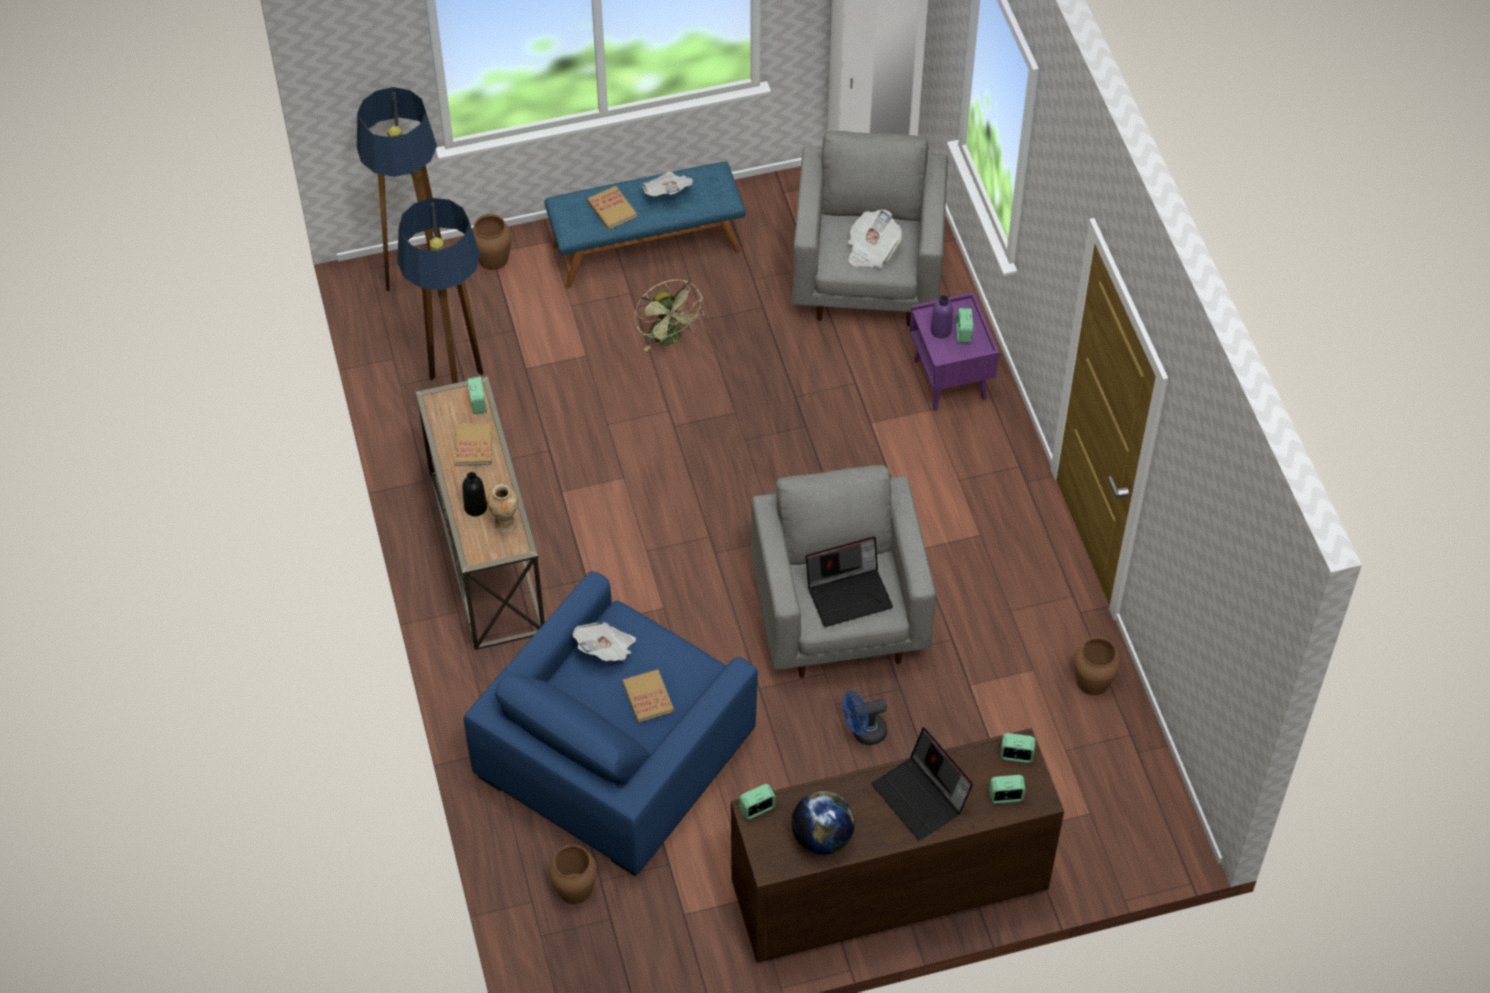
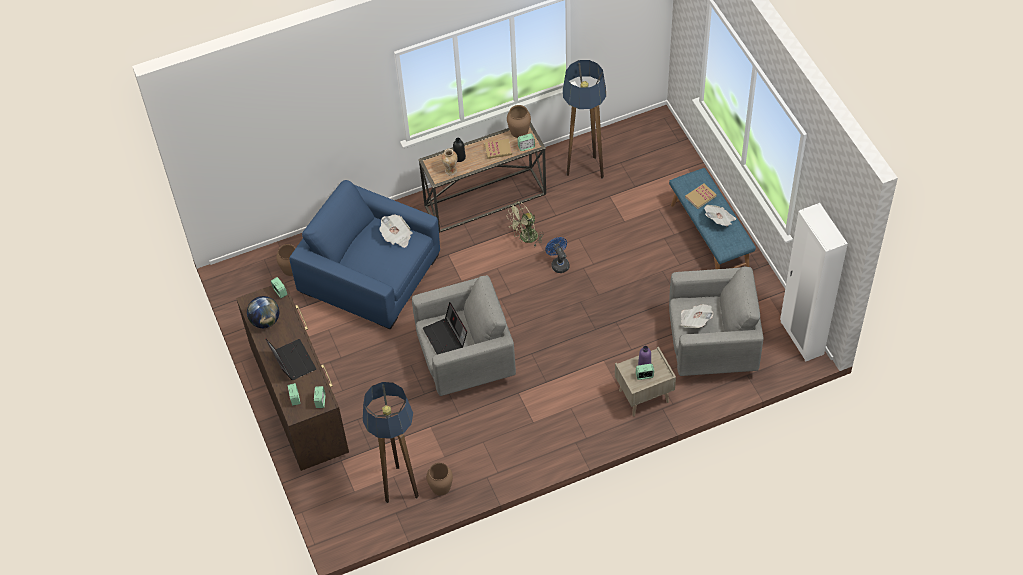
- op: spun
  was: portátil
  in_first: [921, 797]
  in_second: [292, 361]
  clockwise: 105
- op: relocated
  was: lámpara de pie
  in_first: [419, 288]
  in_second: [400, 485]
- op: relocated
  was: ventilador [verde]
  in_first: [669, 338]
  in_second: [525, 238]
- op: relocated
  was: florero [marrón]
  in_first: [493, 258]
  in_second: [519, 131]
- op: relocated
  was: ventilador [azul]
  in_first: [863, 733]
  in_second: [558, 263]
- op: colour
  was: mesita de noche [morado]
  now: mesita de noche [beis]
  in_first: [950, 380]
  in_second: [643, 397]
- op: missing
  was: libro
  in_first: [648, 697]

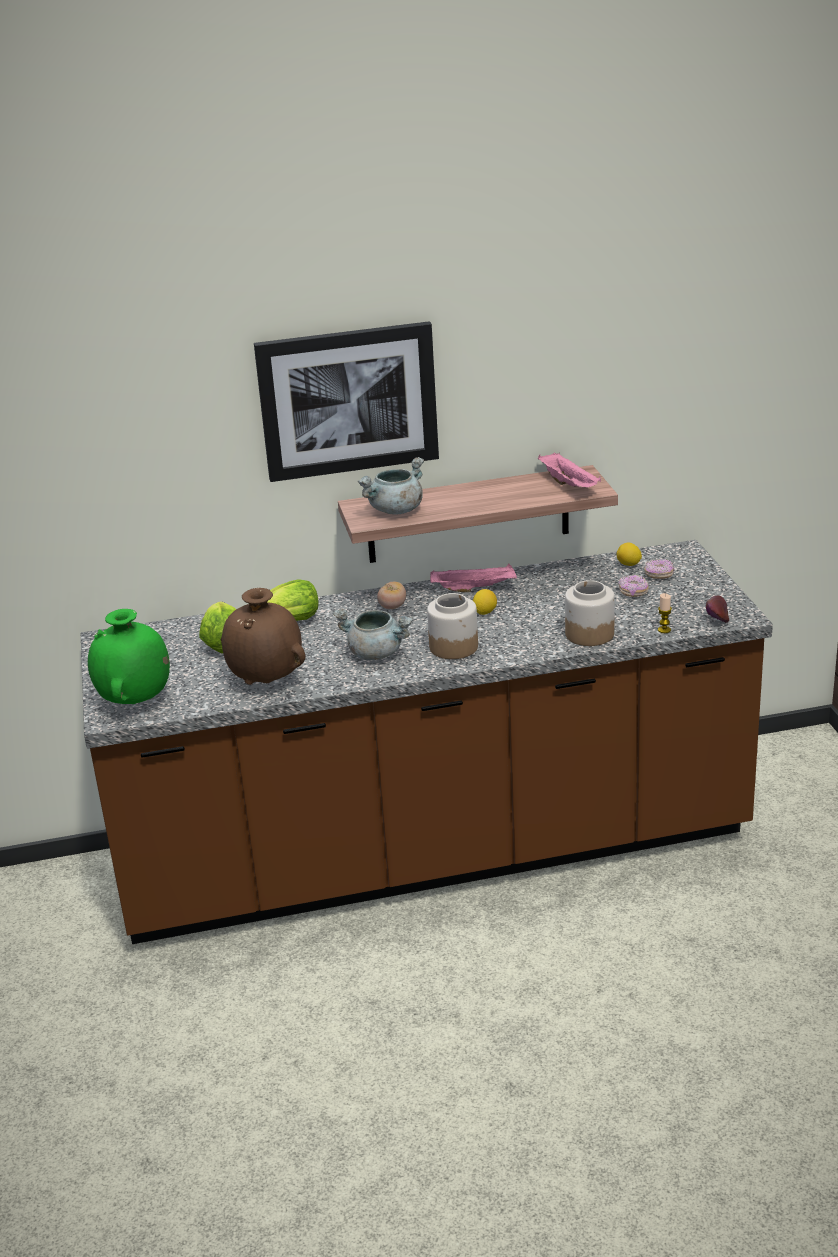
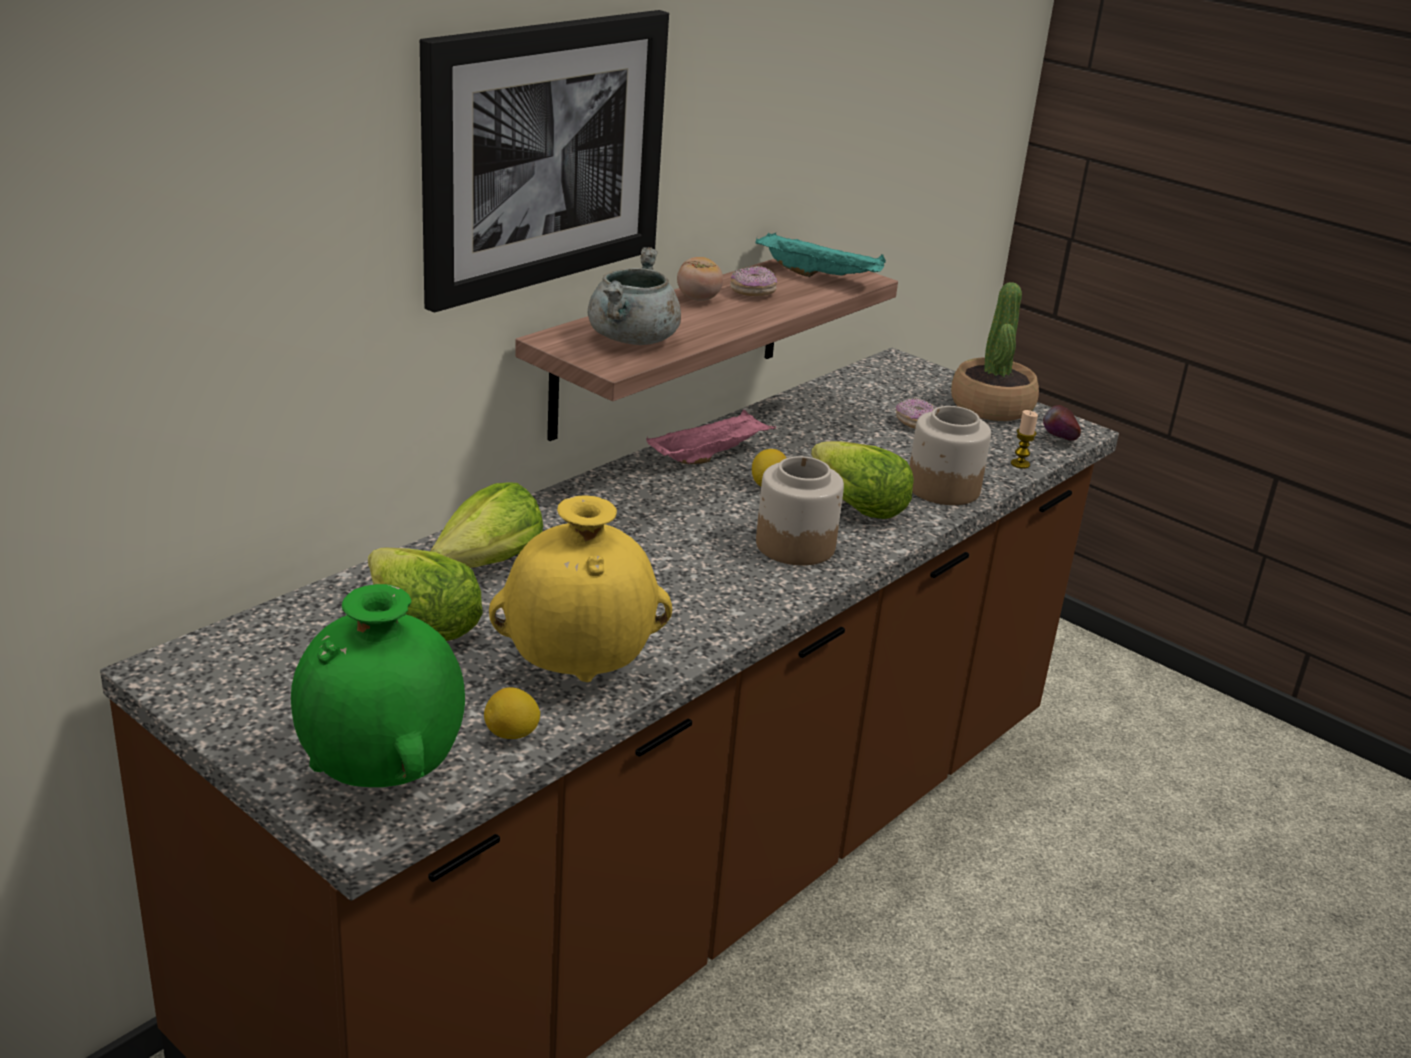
- op: relocated
  was: limón
  in_first: [629, 565]
  in_second: [512, 735]
- op: colour
  was: florero [marrón]
  now: florero [amarillo]
  in_first: [267, 681]
  in_second: [580, 669]
- op: relocated
  was: tomate
  in_first: [392, 607]
  in_second: [698, 299]
- op: relocated
  was: rosquilla
  in_first: [659, 575]
  in_second: [752, 293]
- op: colour
  was: bandeja [rosa]
  now: bandeja [turquesa]
  in_first: [569, 485]
  in_second: [820, 276]
- op: appeared
  now: lechuga
  in_second: [856, 505]
- op: appeared
  now: planta en maceta
  in_second: [992, 406]
- op: missing
  was: olla [gris]
  in_first: [376, 653]

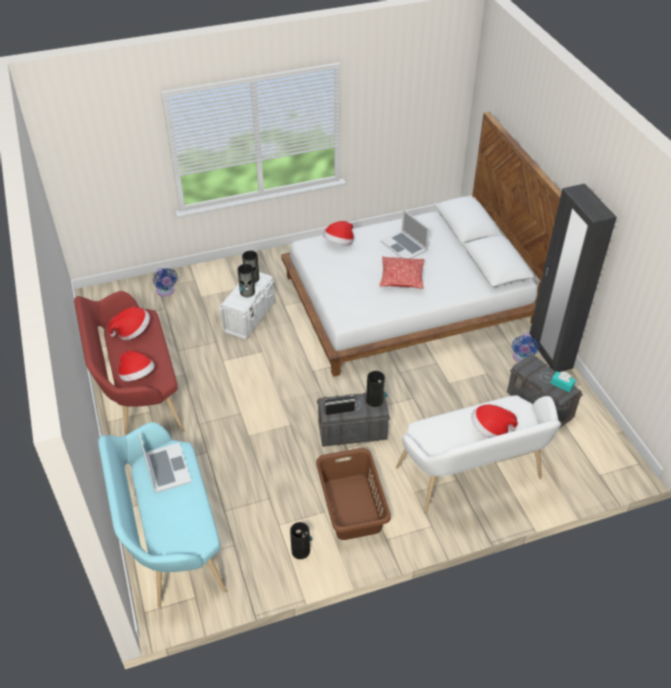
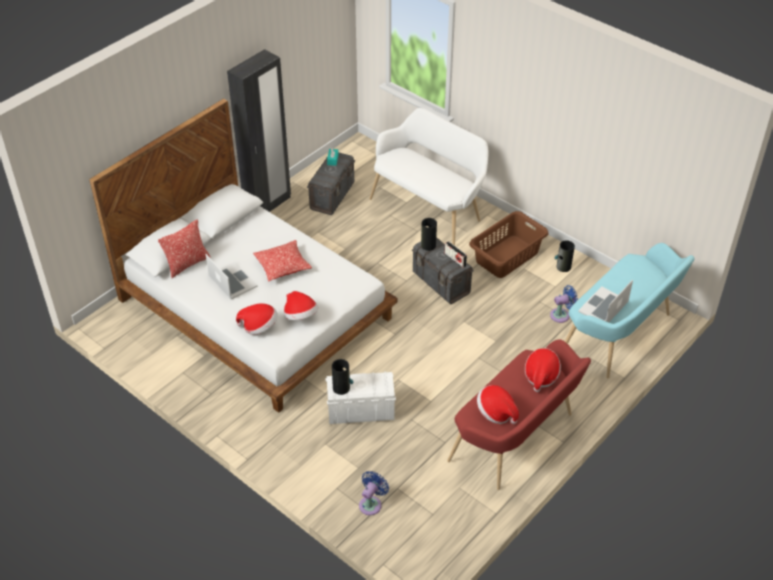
- op: appeared
  now: cojín
  in_second: [187, 264]
- op: spun
  was: portátil
  in_first: [404, 245]
  in_second: [232, 281]
  clockwise: -60
- op: relocated
  was: sombrero
  in_first: [490, 430]
  in_second: [301, 316]
- op: relocated
  was: ventilador [azul]
  in_first: [522, 358]
  in_second: [562, 315]
- op: missing
  was: florero
  in_first: [247, 292]

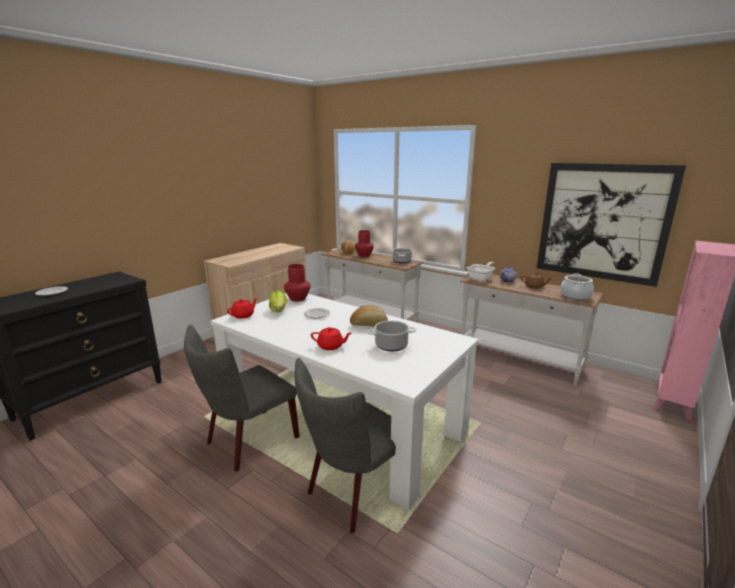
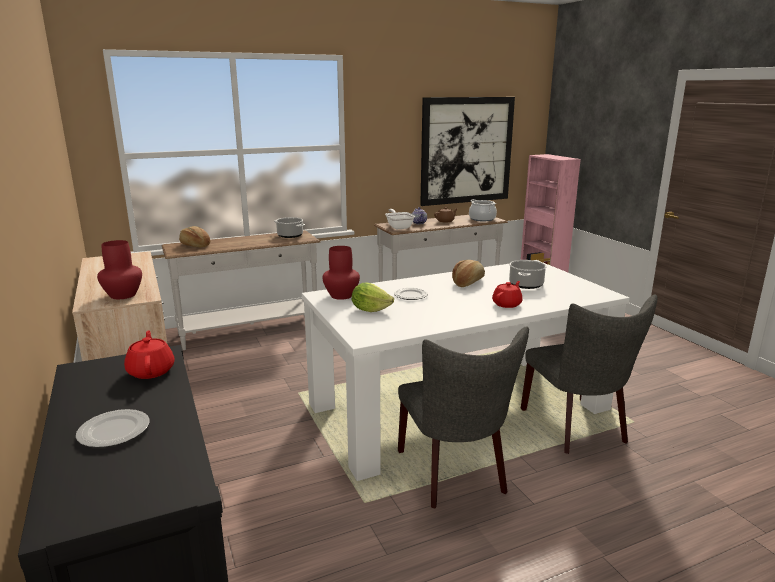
- op: relocated
  was: florero [rojo]
  in_first: [364, 255]
  in_second: [123, 295]
- op: relocated
  was: tetera [rojo]
  in_first: [243, 315]
  in_second: [151, 371]

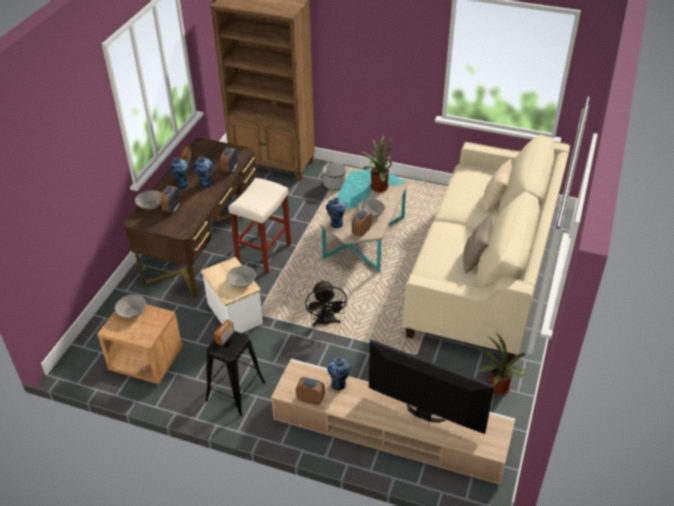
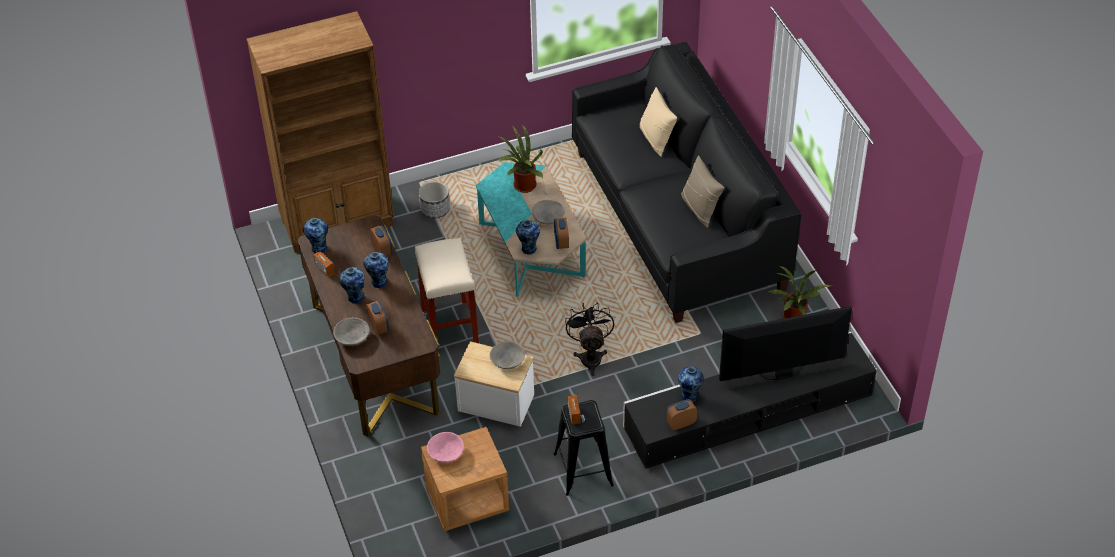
- op: appeared
  now: florero
  in_second: [318, 248]
- op: colour
  was: cuenco [gris]
  now: cuenco [rosa]
  in_first: [132, 311]
  in_second: [445, 453]
- op: spun
  was: ventilador [negro]
  in_first: [326, 322]
  in_second: [590, 356]
  clockwise: -135
- op: colour
  was: sofá [beis]
  now: sofá [negro]
  in_first: [483, 272]
  in_second: [677, 219]
- op: colour
  was: mueble de televisión [beis]
  now: mueble de televisión [negro]
  in_first: [389, 431]
  in_second: [747, 412]

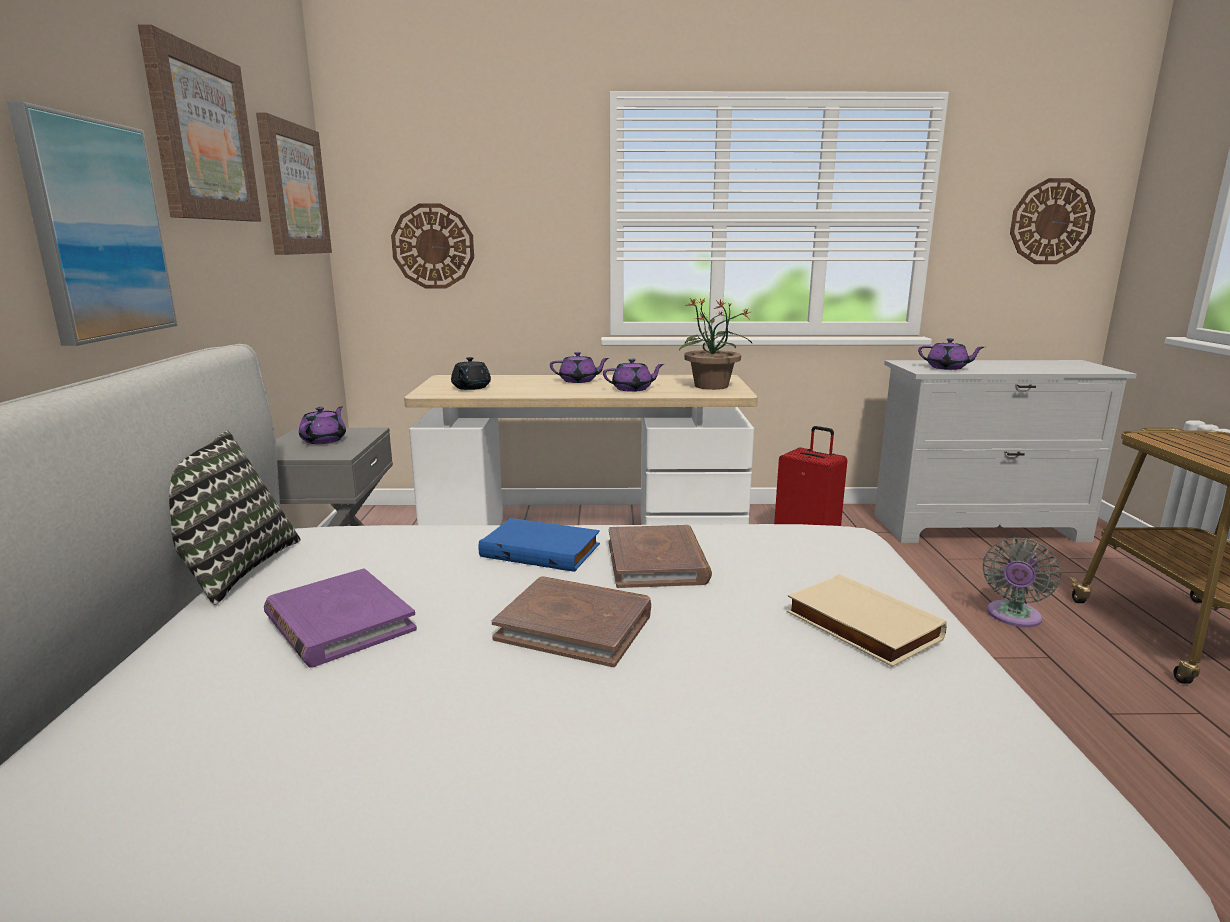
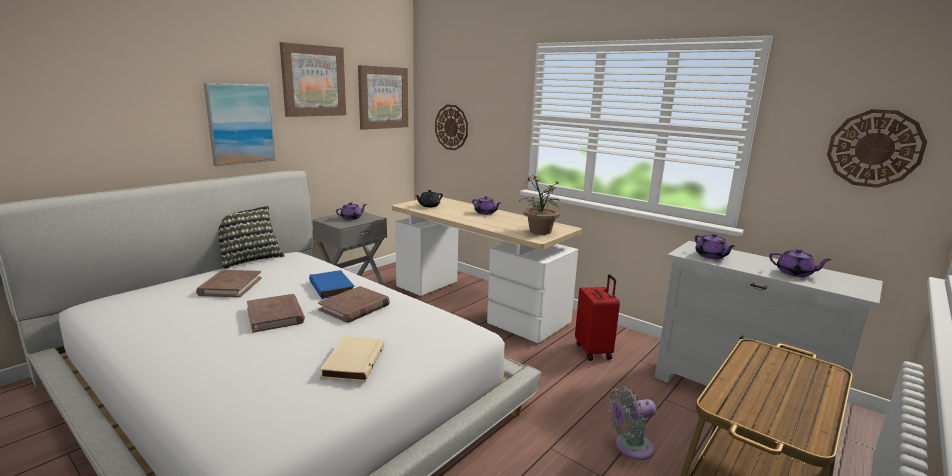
- op: colour
  was: libro [morado]
  now: libro [marrón]
  in_first: [339, 623]
  in_second: [230, 286]
- op: relocated
  was: tetera [morado]
  in_first: [633, 389]
  in_second: [795, 273]

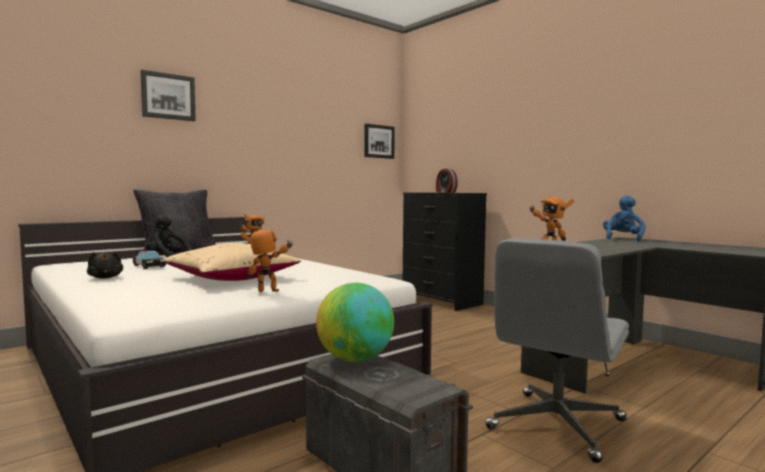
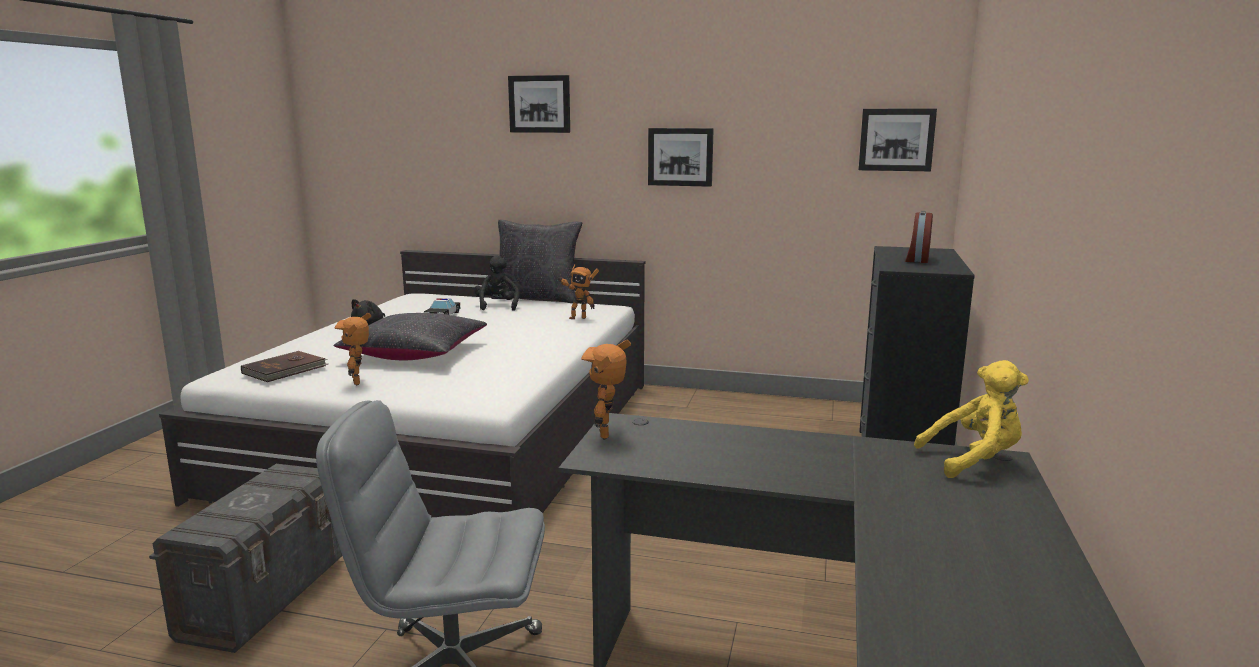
- op: appeared
  now: libro [marrón]
  in_second: [285, 370]
- op: spun
  was: robot de juguete
  in_first: [268, 292]
  in_second: [360, 382]
  clockwise: -150
- op: colour
  was: cojín [beis]
  now: cojín [negro]
  in_first: [232, 278]
  in_second: [415, 353]
- op: appeared
  now: cuadro
  in_second: [680, 157]
- op: colour
  was: peluche [azul]
  now: peluche [amarillo]
  in_first: [623, 239]
  in_second: [974, 461]
- op: missing
  was: globo terráqueo
  in_first: [355, 359]

